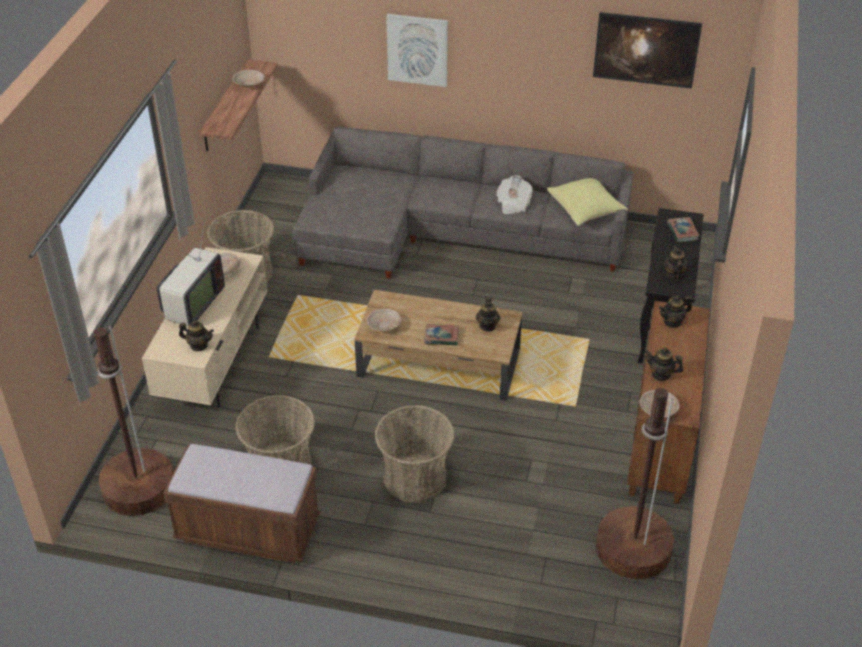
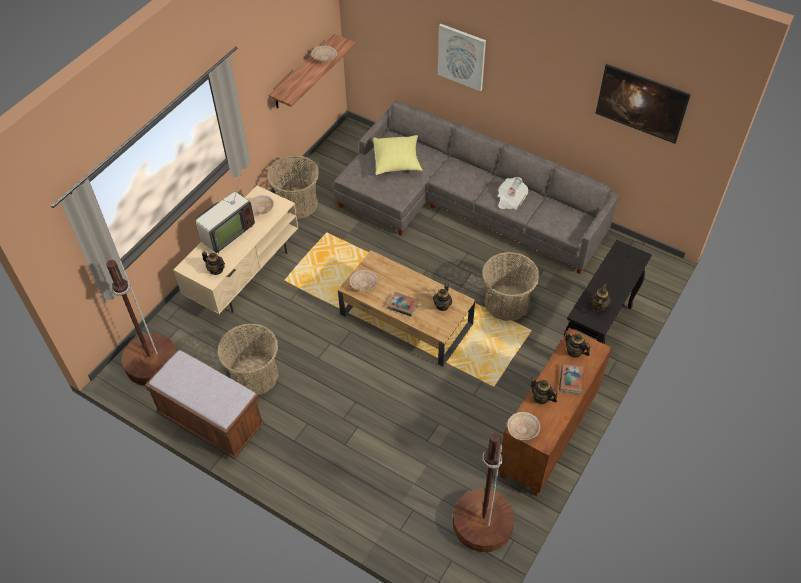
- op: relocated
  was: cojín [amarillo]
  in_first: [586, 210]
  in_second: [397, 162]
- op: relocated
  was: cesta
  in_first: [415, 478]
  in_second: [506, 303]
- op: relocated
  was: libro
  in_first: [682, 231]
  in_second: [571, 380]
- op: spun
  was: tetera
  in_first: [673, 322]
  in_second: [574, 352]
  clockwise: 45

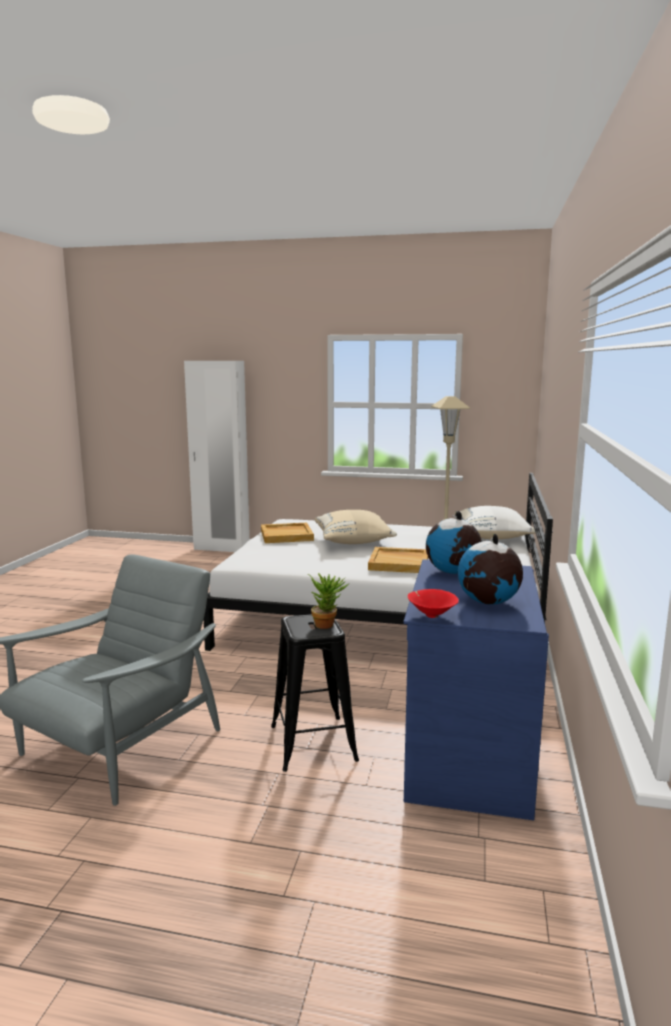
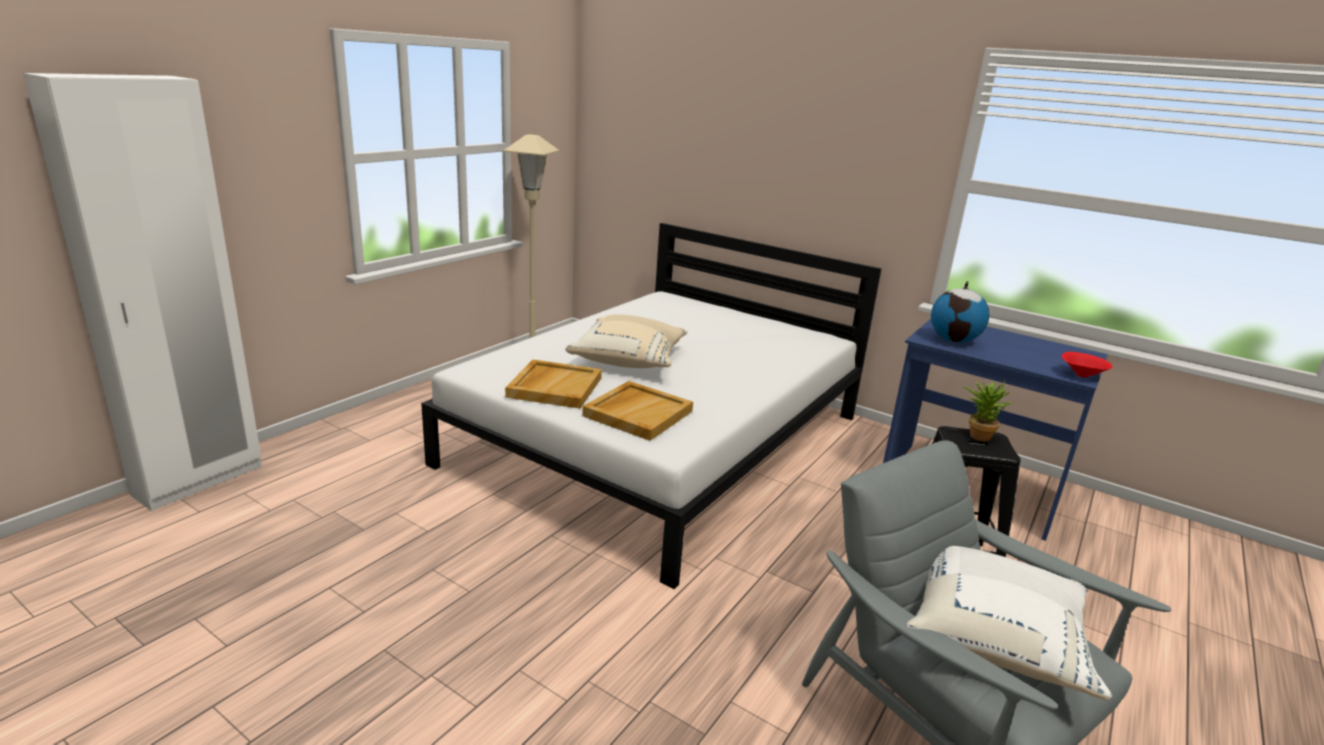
- op: relocated
  was: bandeja [beis]
  in_first: [399, 563]
  in_second: [638, 413]
- op: relocated
  was: cojín [blanco]
  in_first: [492, 537]
  in_second: [994, 637]
- op: missing
  was: globo terráqueo
  in_first: [488, 602]

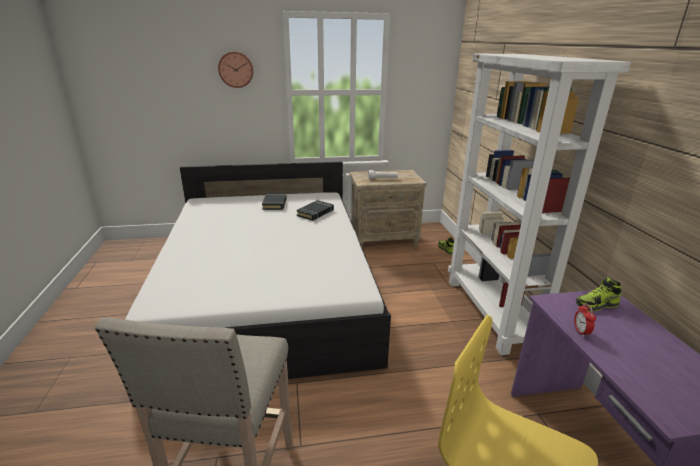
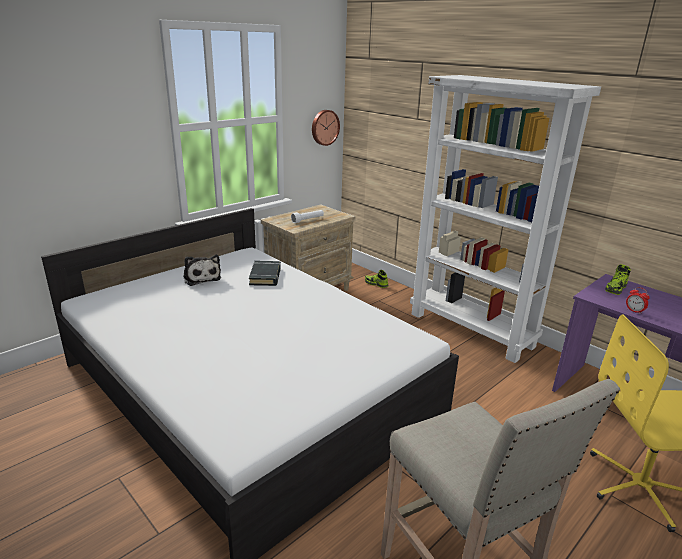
- op: exchanged
  was: libro [negro]
  now: peluche
  in_first: [275, 204]
  in_second: [201, 278]
- op: relocated
  was: reloj de pared
  in_first: [236, 69]
  in_second: [324, 127]

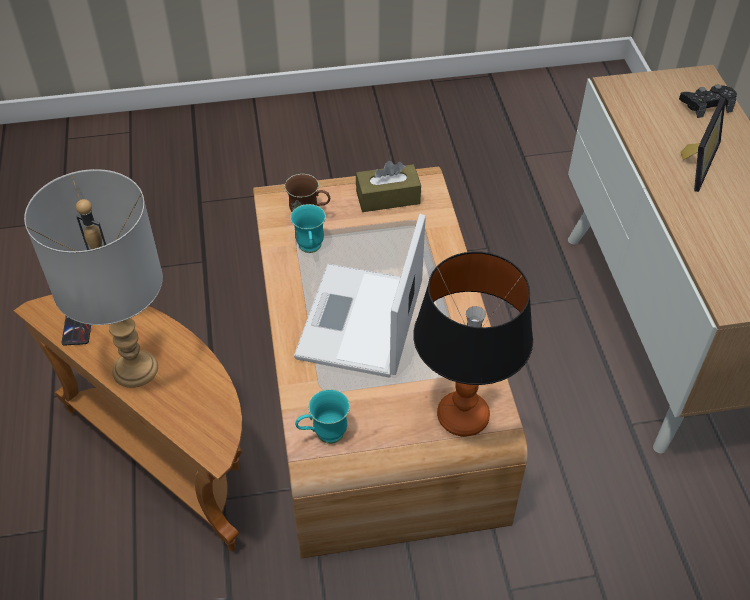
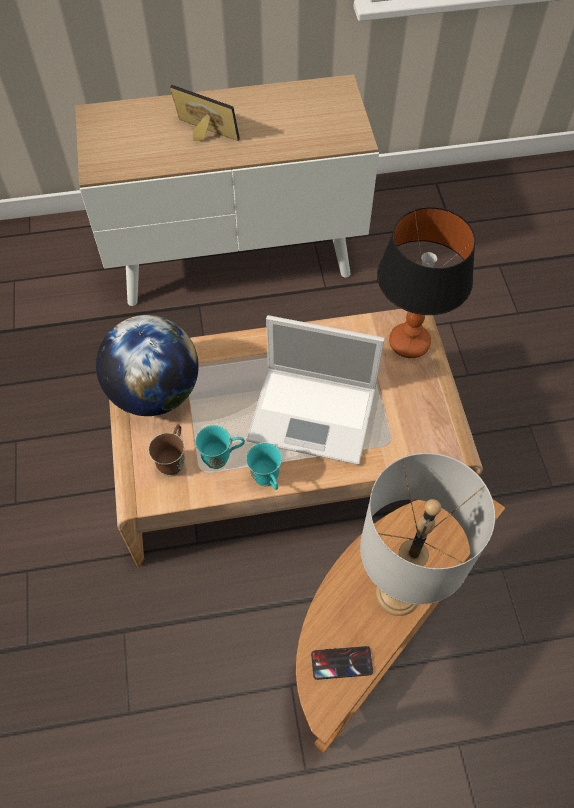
- op: exchanged
  was: caja de pañuelos [marrón]
  now: globo terráqueo
  in_first: [388, 197]
  in_second: [155, 392]
- op: relocated
  was: taza grande [turquesa]
  in_first: [323, 435]
  in_second: [267, 481]
- op: missing
  was: mando de consola [negro]
  in_first: [706, 105]

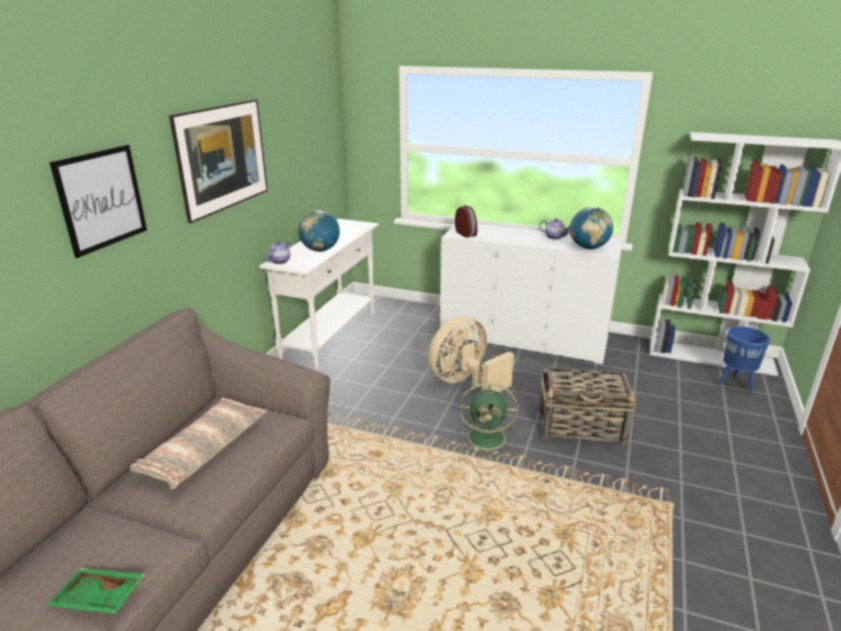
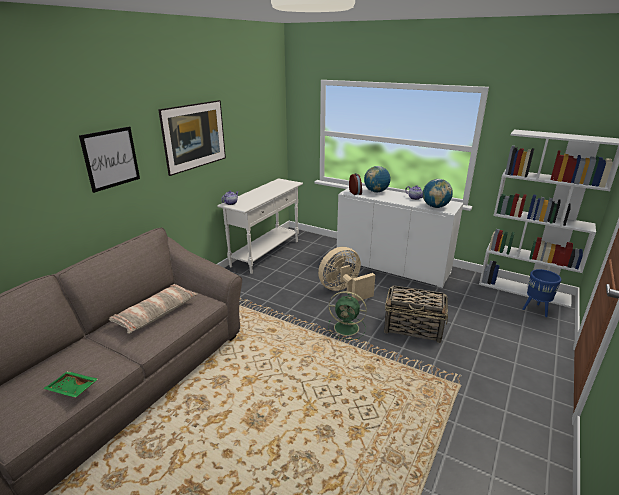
- op: relocated
  was: globo terráqueo
  in_first: [320, 250]
  in_second: [376, 192]

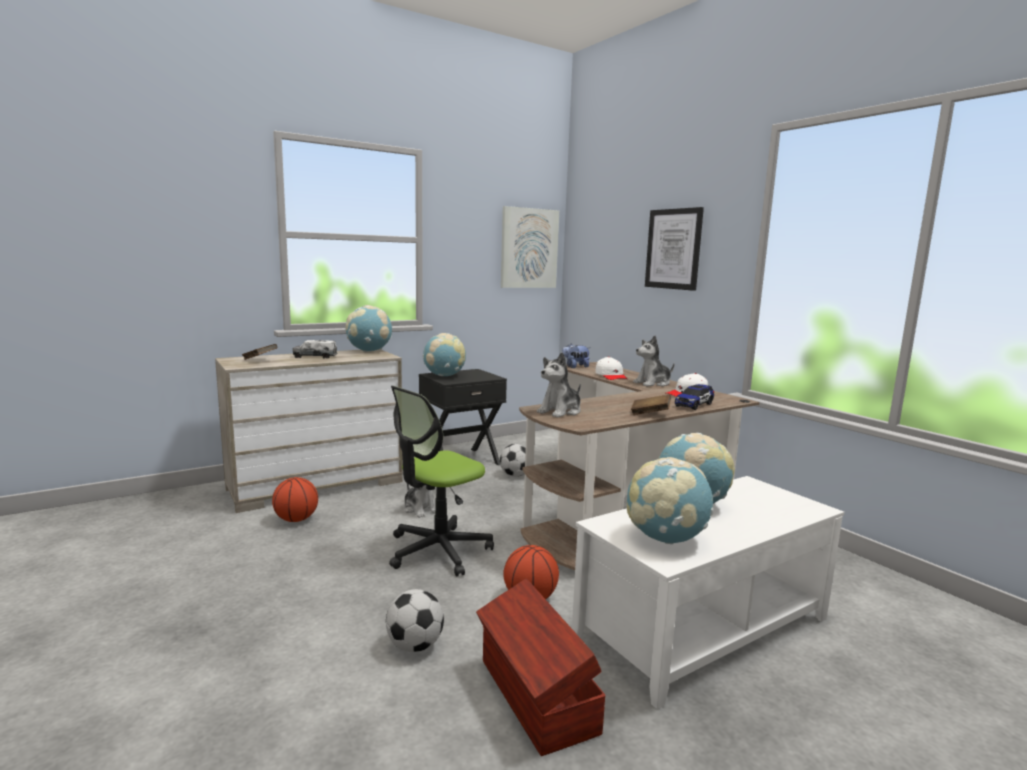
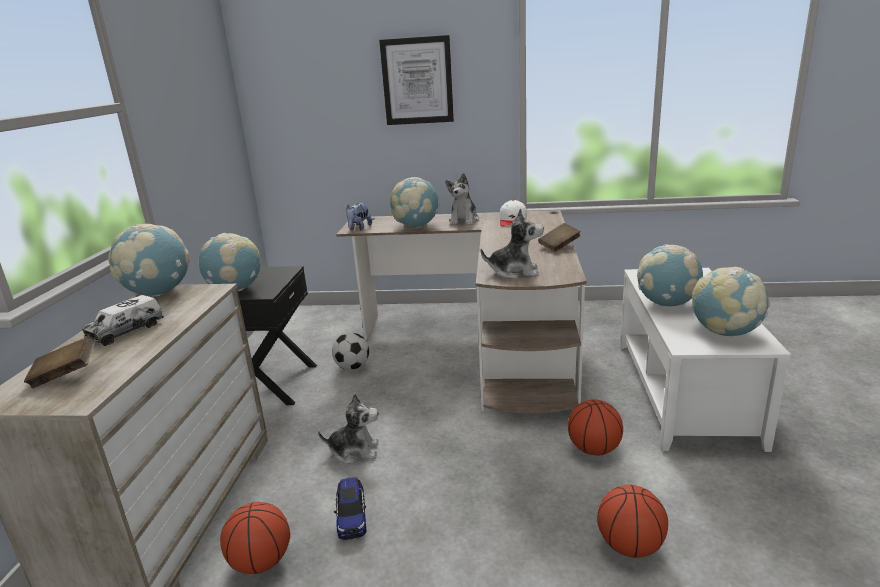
- op: relocated
  was: coche de juguete
  in_first: [694, 405]
  in_second: [352, 516]
- op: exchanged
  was: gorra [blanco]
  now: globo terráqueo
  in_first: [611, 376]
  in_second: [416, 226]
- op: spun
  was: peluche
  in_first: [560, 411]
  in_second: [514, 272]
  clockwise: -75
- op: exchanged
  was: balón de fútbol
  now: balón de baloncesto
  in_first: [415, 646]
  in_second: [629, 546]
- op: missing
  was: silla de oficina
  in_first: [438, 550]
- op: missing
  was: caja de almacenaje [marrón]
  in_first: [536, 696]
- op: missing
  was: cuadro
  in_first: [529, 248]

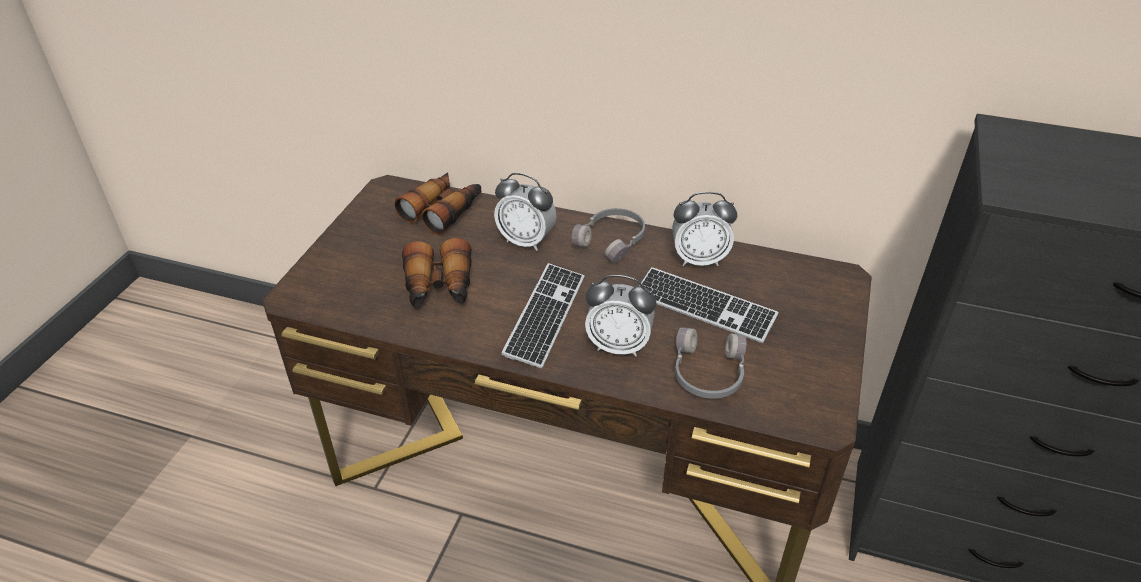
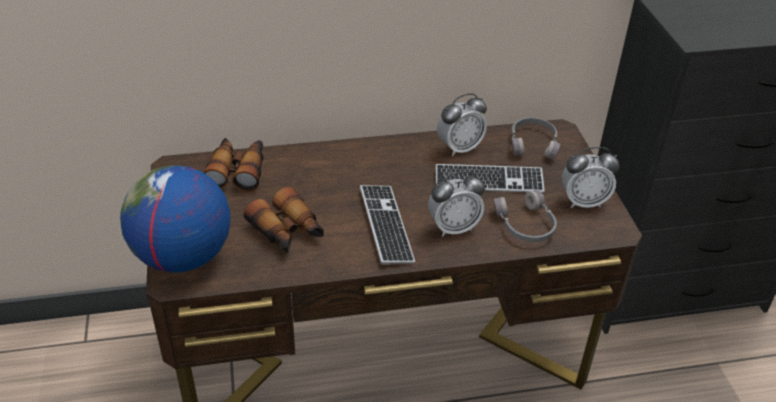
- op: appeared
  now: globo terráqueo
  in_second: [182, 257]
- op: relocated
  was: auriculares [gris]
  in_first: [612, 240]
  in_second: [533, 144]
- op: relocated
  was: despertador
  in_first: [526, 241]
  in_second: [583, 202]

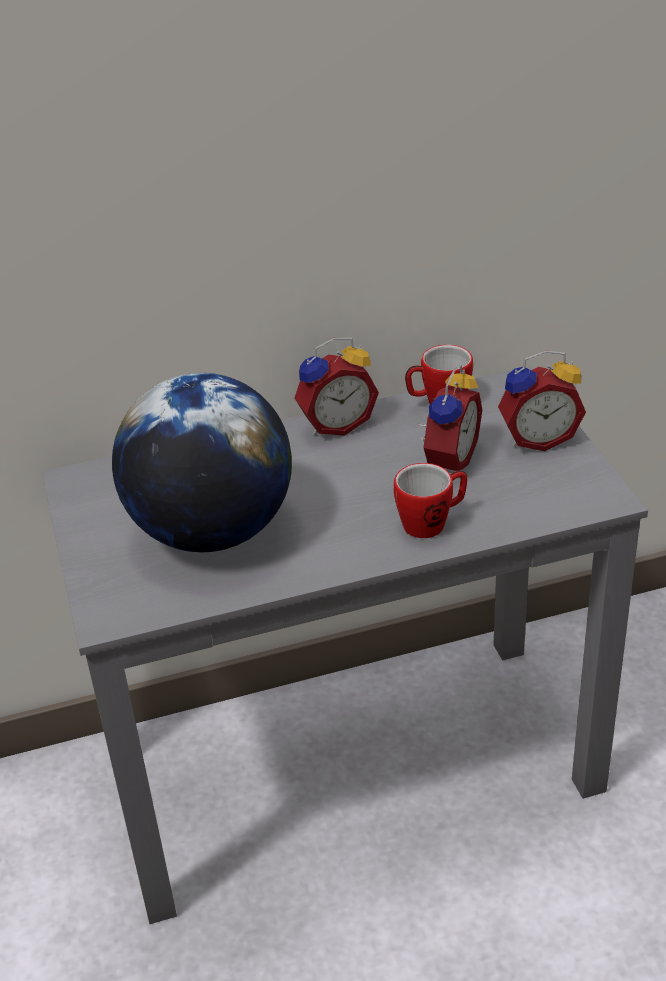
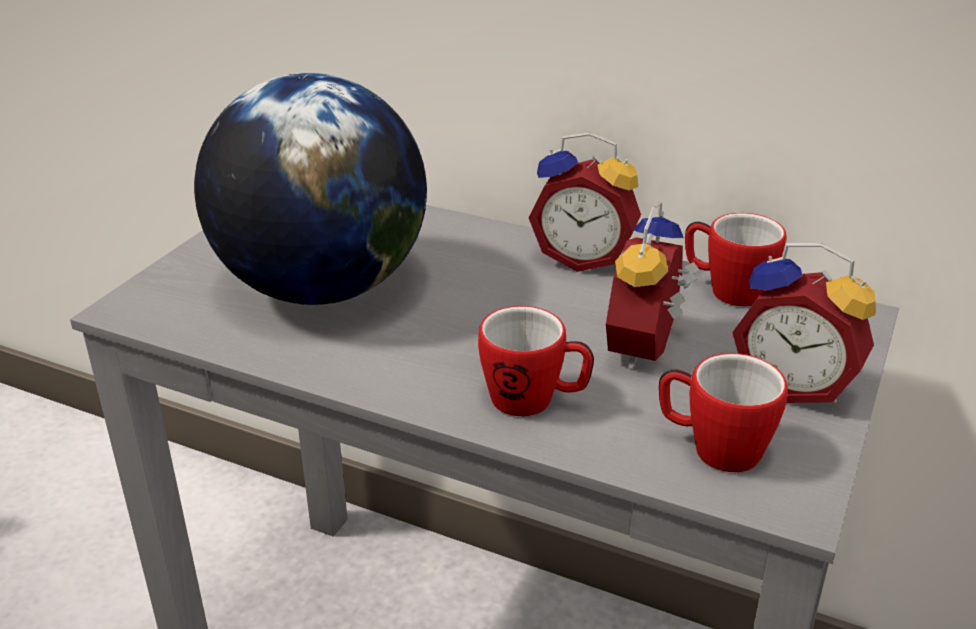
- op: spun
  was: despertador
  in_first: [447, 460]
  in_second: [649, 349]
  clockwise: 135
- op: appeared
  now: taza grande
  in_second: [712, 448]

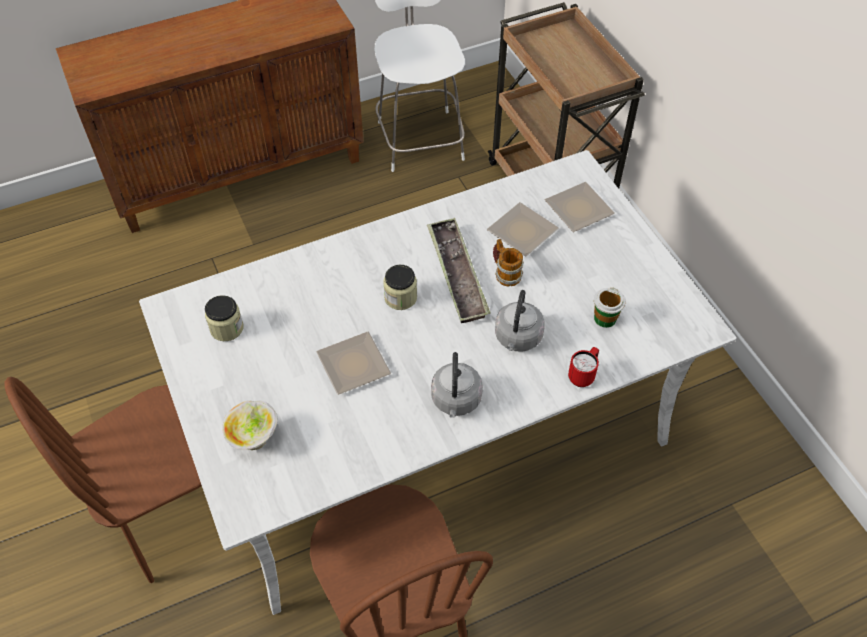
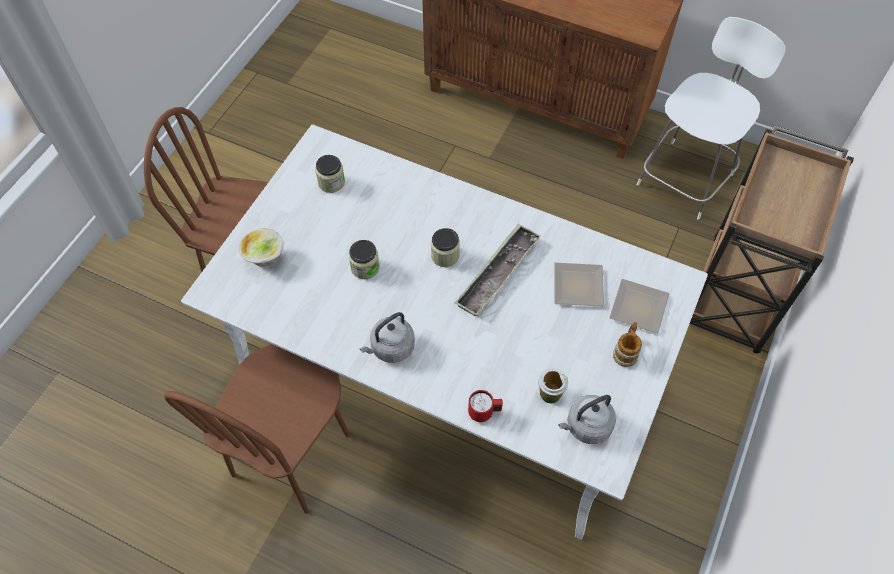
- op: exchanged
  was: plato
  now: tarro
  in_first: [351, 364]
  in_second: [365, 267]
- op: relocated
  was: hervidor [gris]
  in_first: [517, 338]
  in_second: [586, 426]
- op: relocated
  was: taza grande
  in_first: [505, 272]
  in_second: [626, 351]

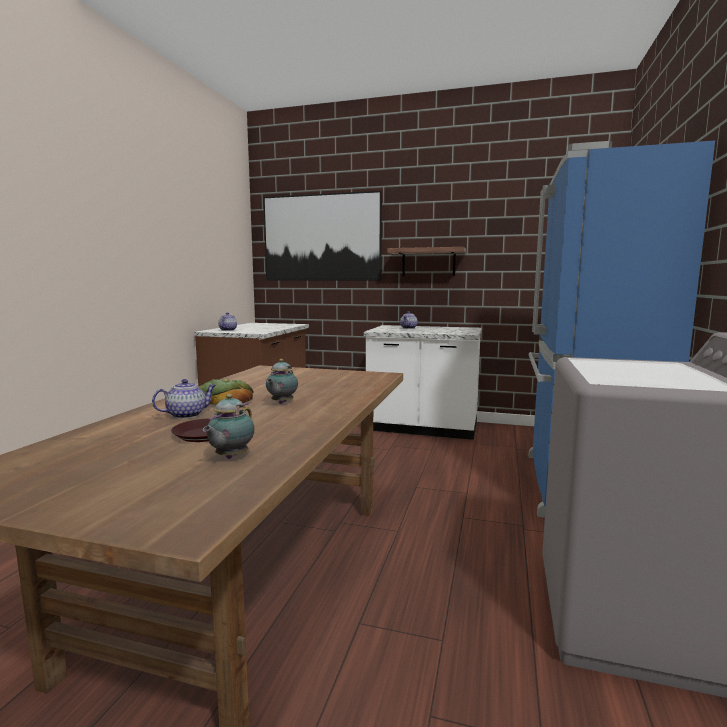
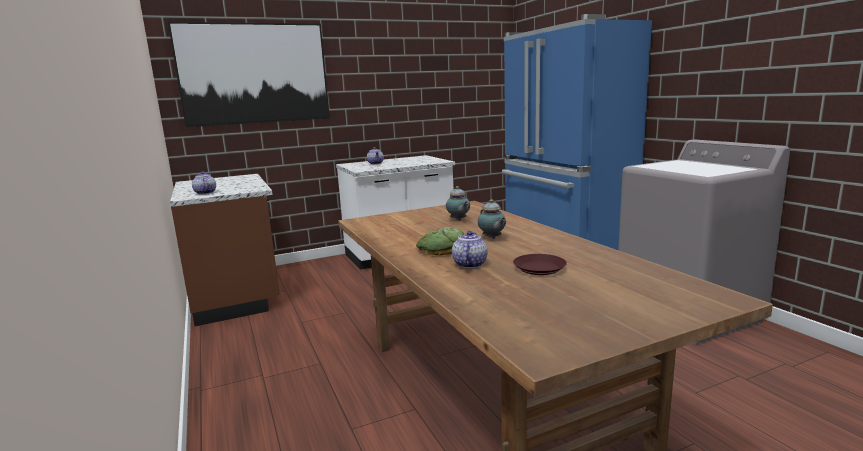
- op: relocated
  was: tetera
  in_first: [230, 457]
  in_second: [458, 220]
- op: missing
  was: estante
  in_first: [428, 262]

